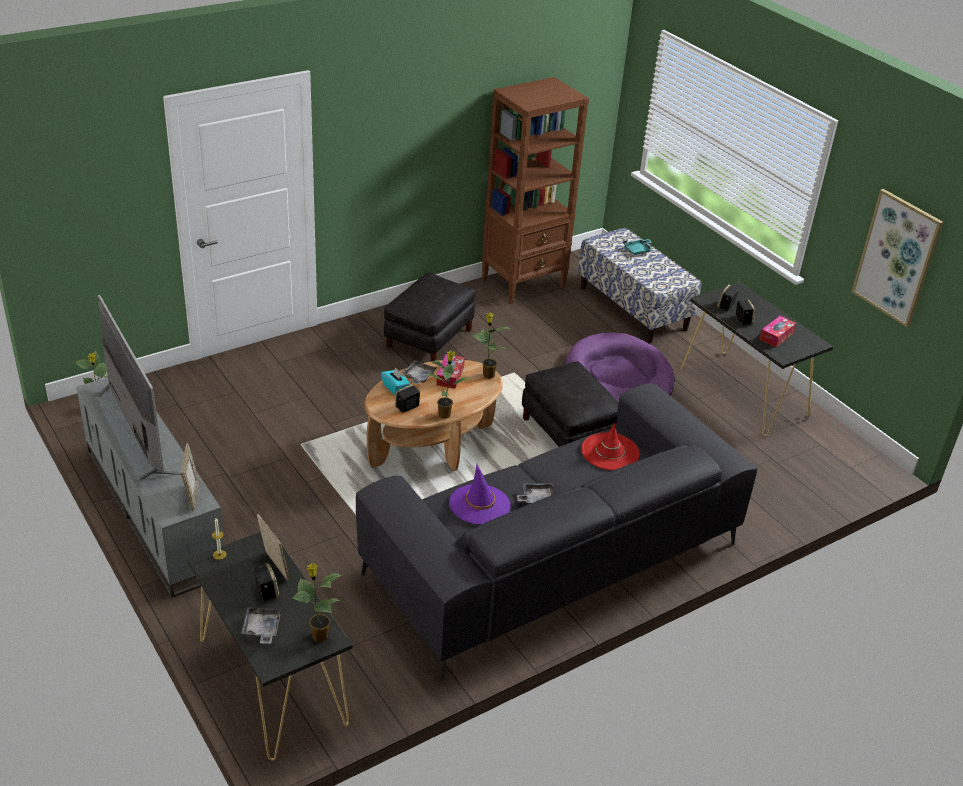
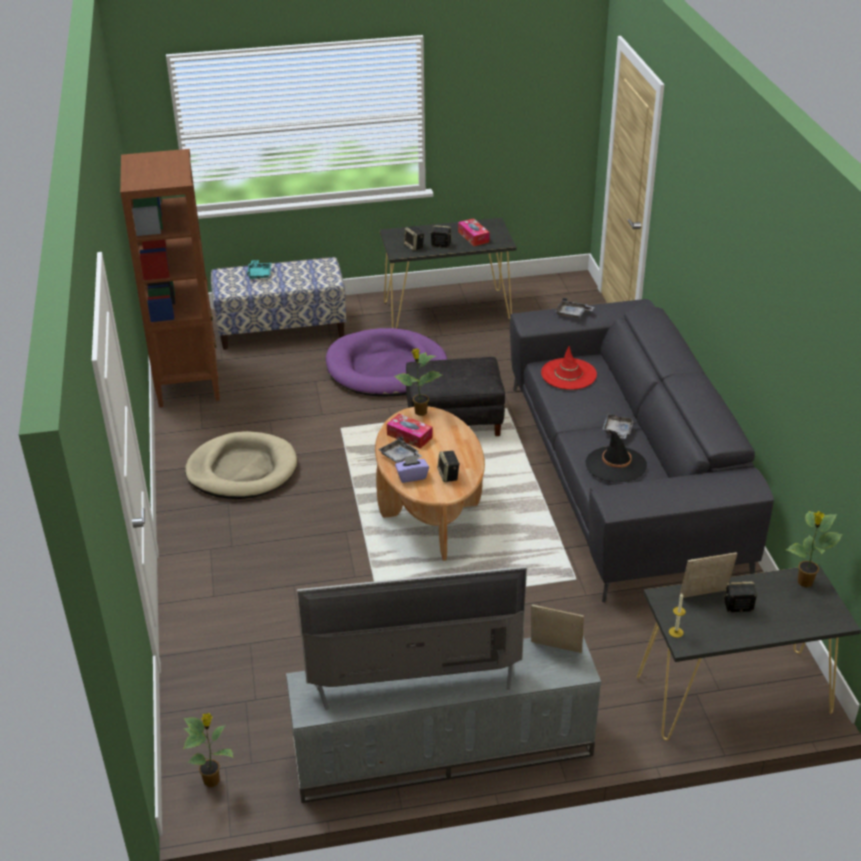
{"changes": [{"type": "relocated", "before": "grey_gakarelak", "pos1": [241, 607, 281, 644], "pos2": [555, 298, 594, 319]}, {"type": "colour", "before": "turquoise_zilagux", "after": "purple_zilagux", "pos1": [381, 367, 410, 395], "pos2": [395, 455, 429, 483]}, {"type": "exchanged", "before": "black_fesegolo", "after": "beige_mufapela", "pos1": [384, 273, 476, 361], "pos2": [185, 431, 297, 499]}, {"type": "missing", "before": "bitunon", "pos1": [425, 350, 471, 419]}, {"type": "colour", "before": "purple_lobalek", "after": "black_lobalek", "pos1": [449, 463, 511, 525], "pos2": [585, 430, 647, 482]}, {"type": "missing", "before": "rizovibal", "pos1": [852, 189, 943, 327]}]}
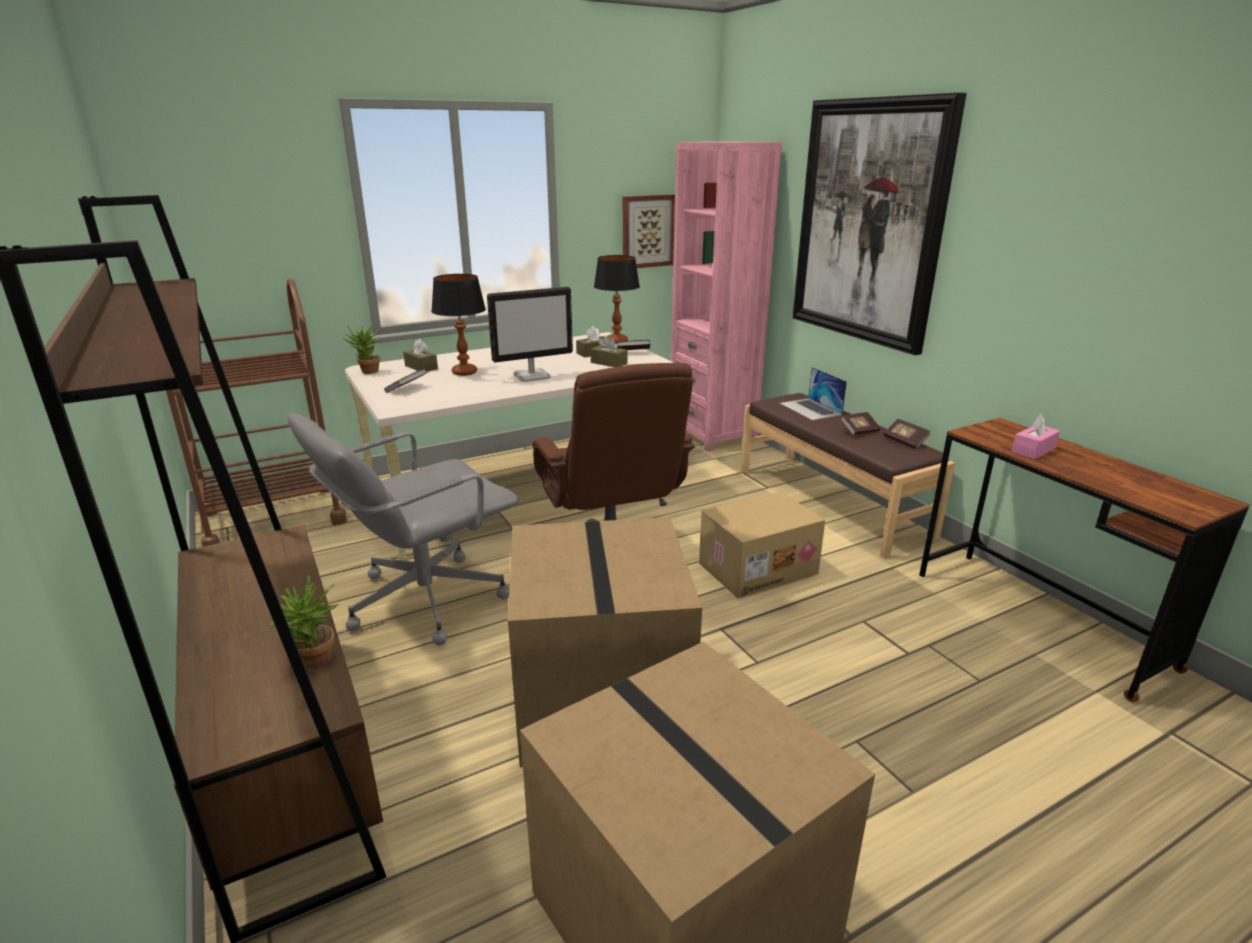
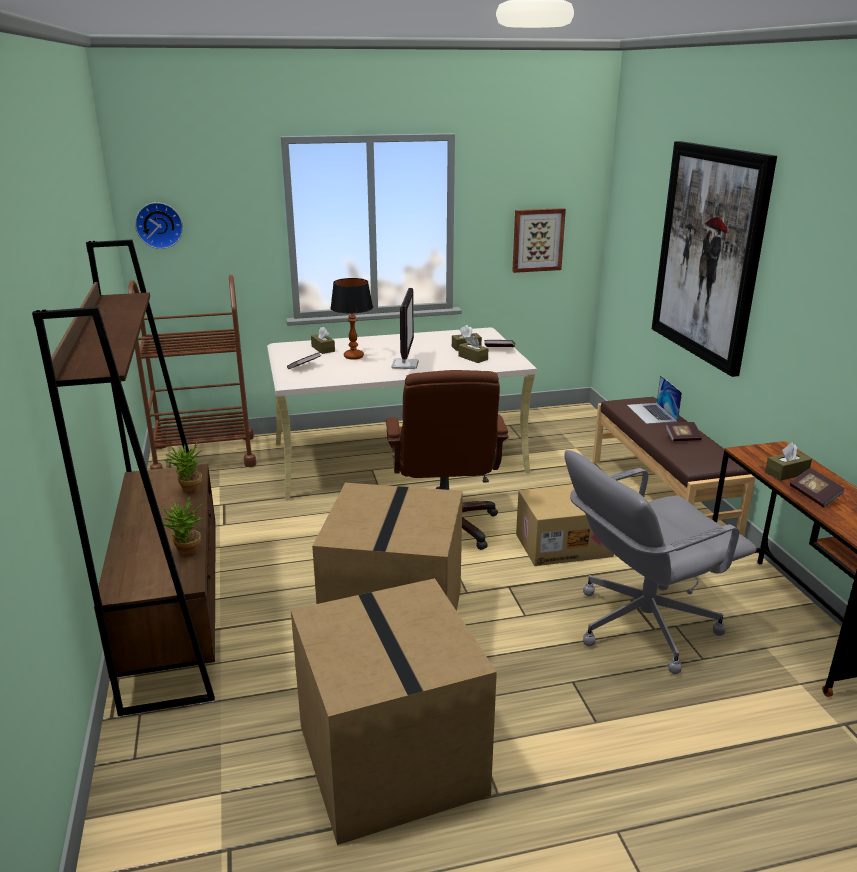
{"changes": [{"type": "relocated", "before": "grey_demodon", "pos1": [288, 413, 519, 645], "pos2": [564, 450, 757, 674]}, {"type": "relocated", "before": "bitunon", "pos1": [343, 324, 380, 374], "pos2": [163, 443, 202, 494]}, {"type": "spun", "before": "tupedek", "pos1": [487, 287, 573, 382], "pos2": [391, 288, 419, 369], "turn": -75}, {"type": "missing", "before": "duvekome", "pos1": [594, 255, 640, 344]}, {"type": "missing", "before": "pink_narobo", "pos1": [671, 141, 782, 452]}, {"type": "relocated", "before": "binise", "pos1": [883, 419, 930, 449], "pos2": [790, 468, 845, 507]}, {"type": "colour", "before": "pink_zilagux", "after": "brown_zilagux", "pos1": [1012, 414, 1060, 459], "pos2": [765, 443, 812, 481]}, {"type": "appeared", "after": "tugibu", "pos2": [135, 202, 183, 249]}]}
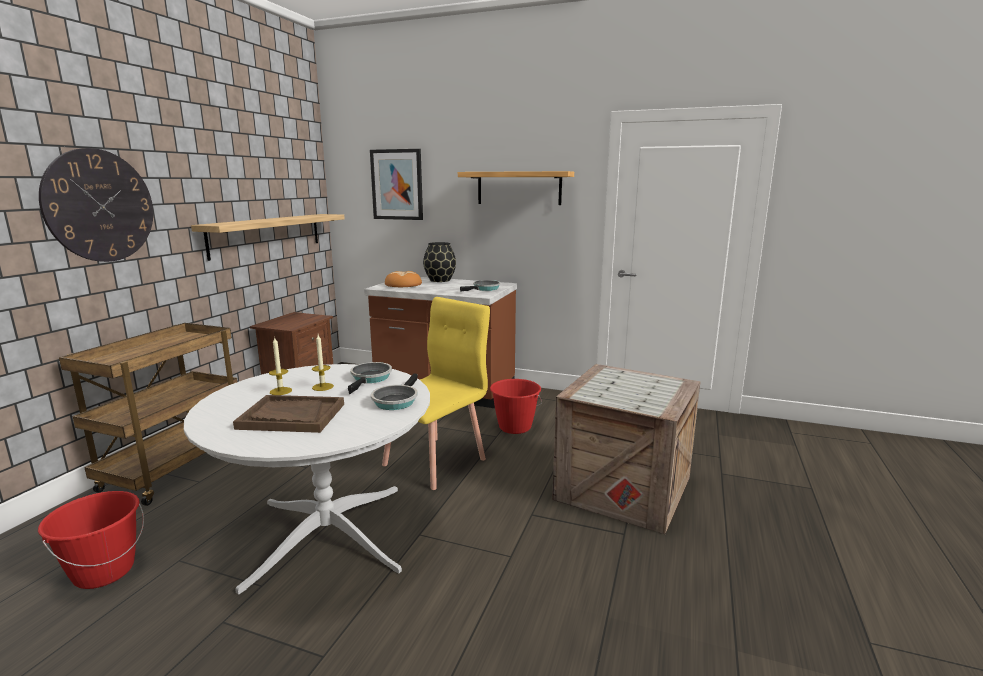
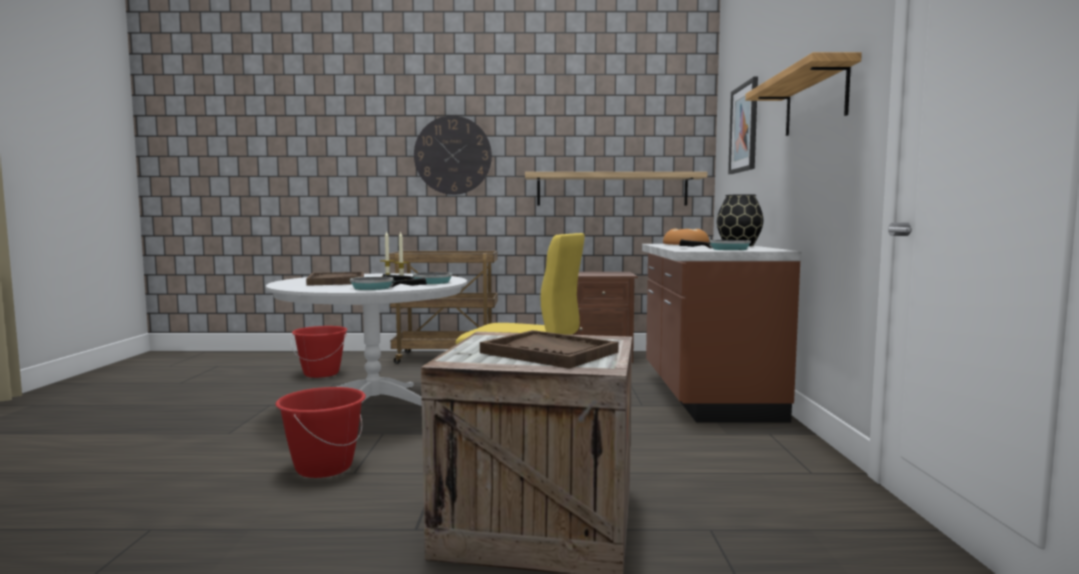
{"changes": [{"type": "relocated", "before": "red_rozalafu", "pos1": [490, 379, 542, 434], "pos2": [276, 387, 366, 478]}, {"type": "appeared", "after": "brown_gakarelak", "pos2": [480, 330, 618, 369]}]}
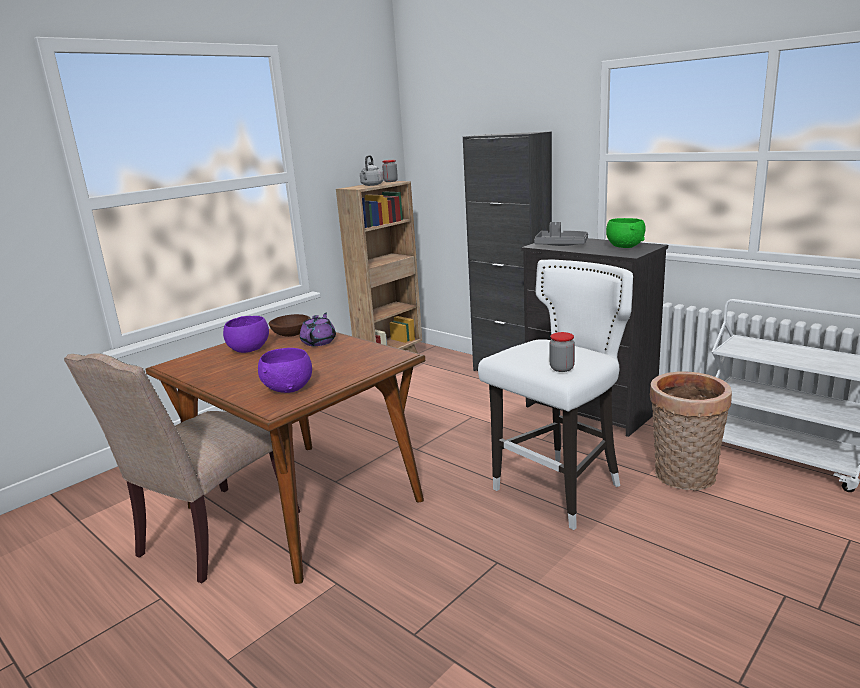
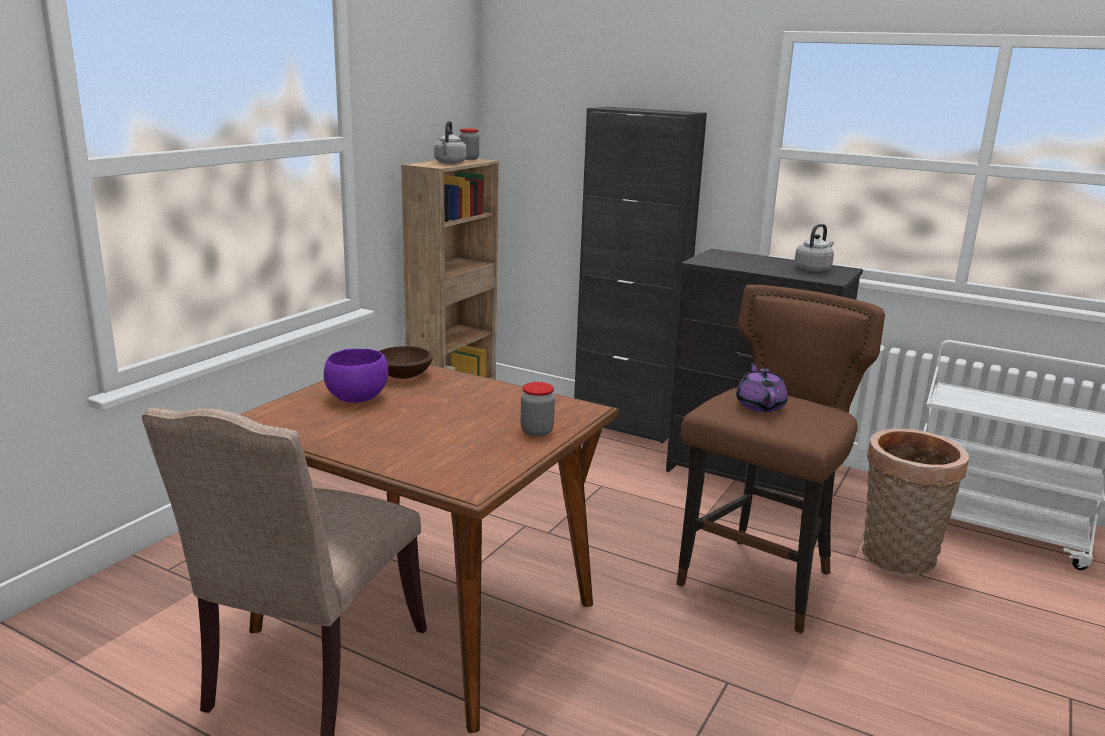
{"changes": [{"type": "missing", "before": "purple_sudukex", "pos1": [258, 348, 312, 393]}, {"type": "relocated", "before": "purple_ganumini", "pos1": [300, 312, 336, 346], "pos2": [736, 363, 788, 412]}, {"type": "colour", "before": "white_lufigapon", "after": "brown_lufigapon", "pos1": [478, 260, 633, 530], "pos2": [677, 285, 885, 634]}, {"type": "missing", "before": "grey_gakarelak", "pos1": [534, 222, 588, 246]}, {"type": "relocated", "before": "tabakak", "pos1": [549, 332, 575, 372], "pos2": [521, 382, 555, 437]}, {"type": "exchanged", "before": "green_sudukex", "after": "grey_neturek", "pos1": [606, 218, 646, 248], "pos2": [794, 224, 834, 272]}]}
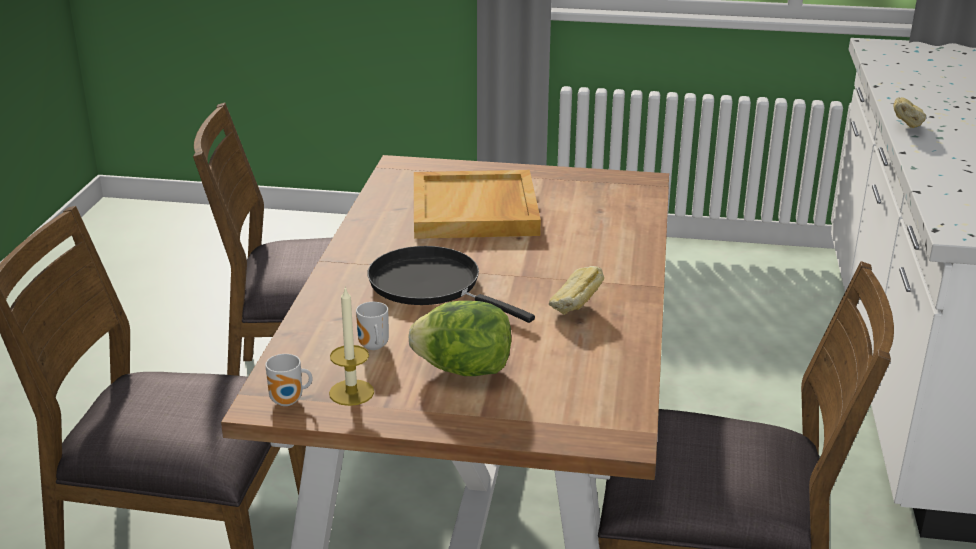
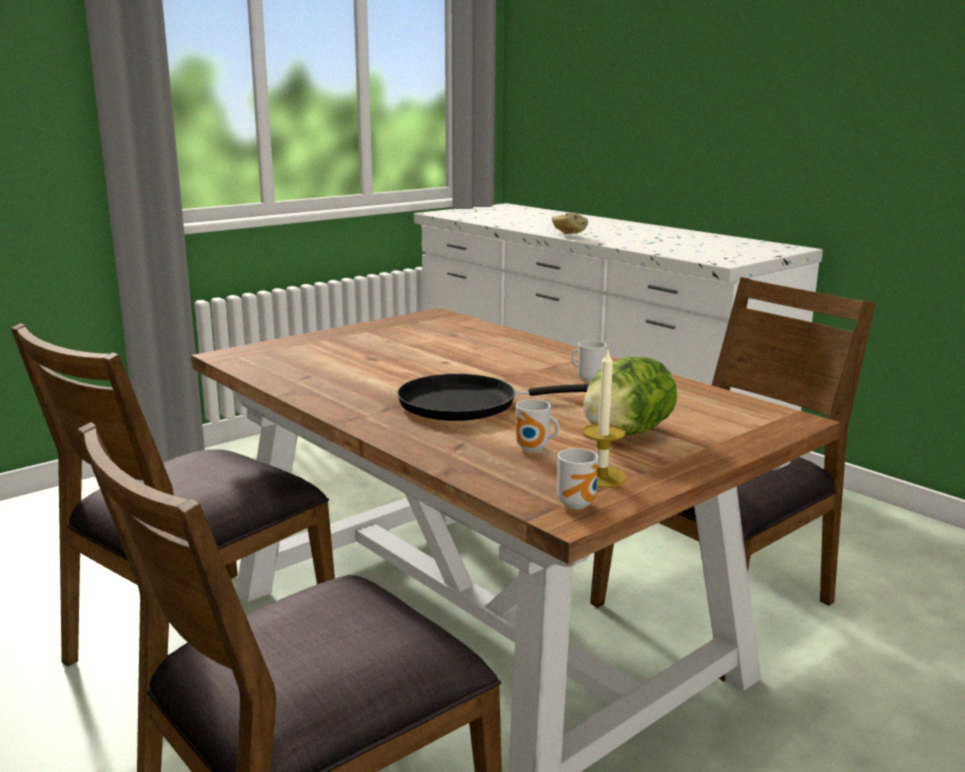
{"changes": [{"type": "missing", "before": "beige_gakarelak", "pos1": [414, 170, 541, 239]}, {"type": "exchanged", "before": "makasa", "after": "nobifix", "pos1": [549, 266, 604, 315], "pos2": [571, 340, 607, 382]}]}
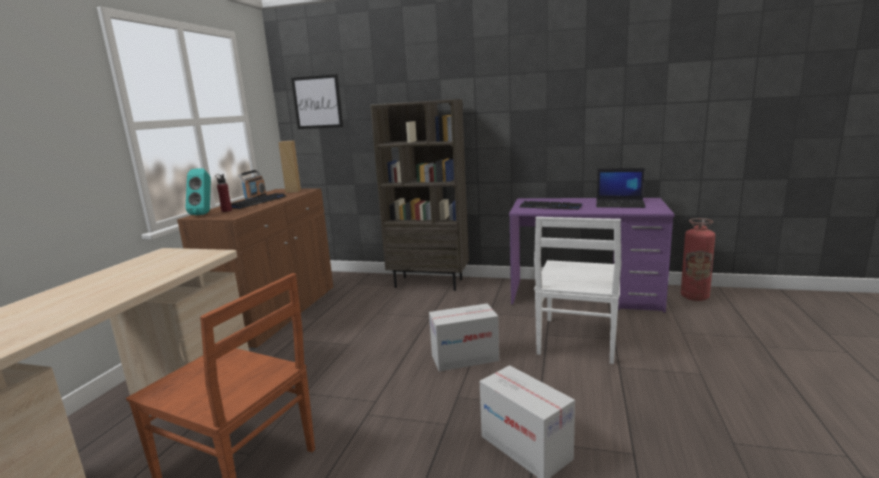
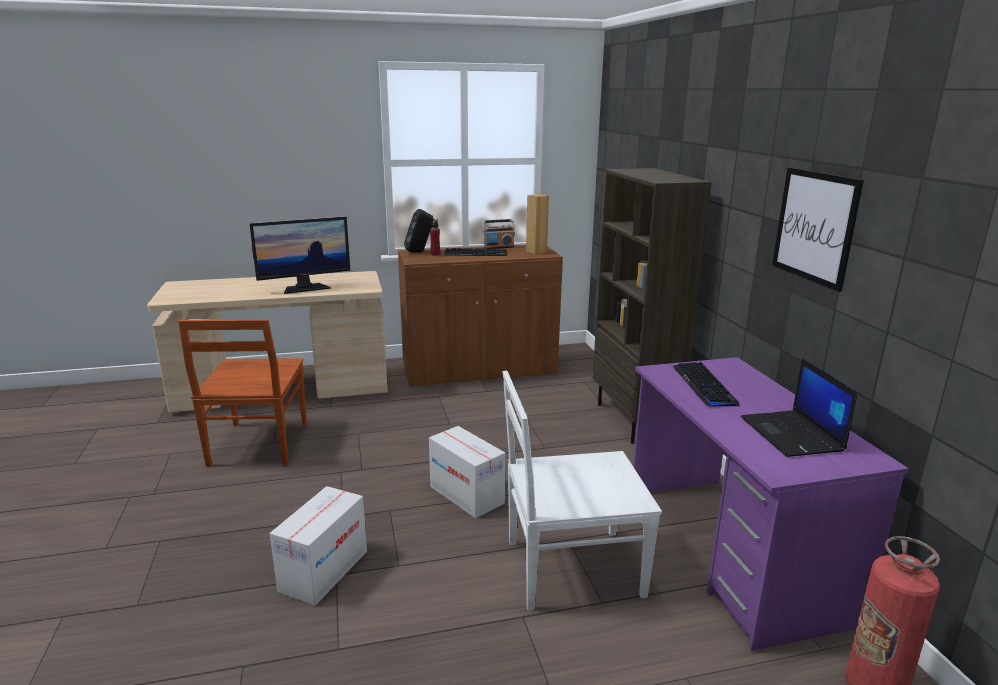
{"changes": [{"type": "colour", "before": "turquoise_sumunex", "after": "black_sumunex", "pos1": [185, 168, 211, 215], "pos2": [404, 209, 434, 252]}, {"type": "relocated", "before": "rizovibal", "pos1": [291, 74, 343, 129], "pos2": [772, 167, 864, 292]}, {"type": "appeared", "after": "tupedek", "pos2": [250, 217, 350, 294]}]}
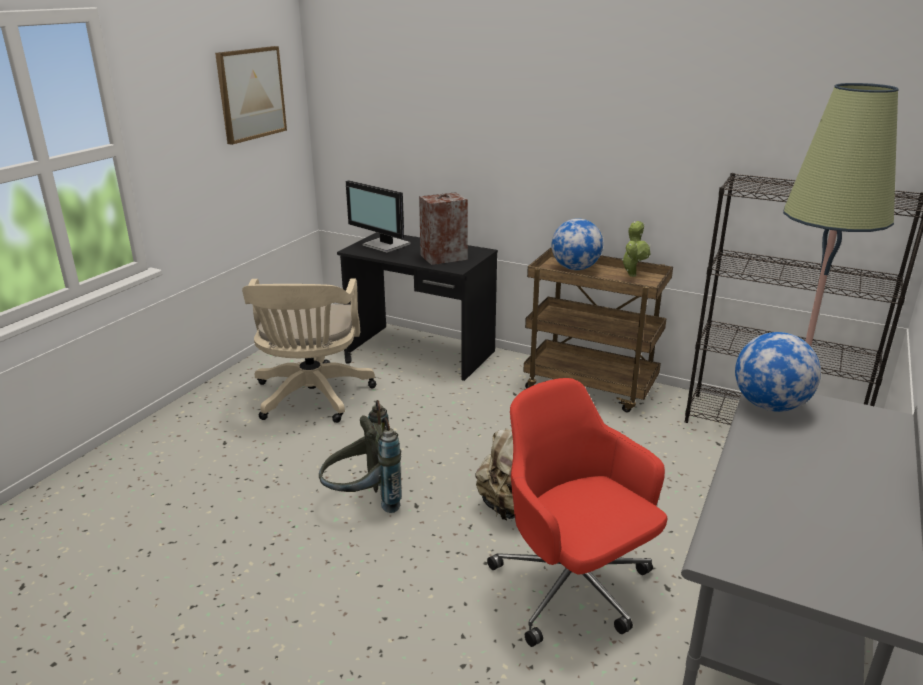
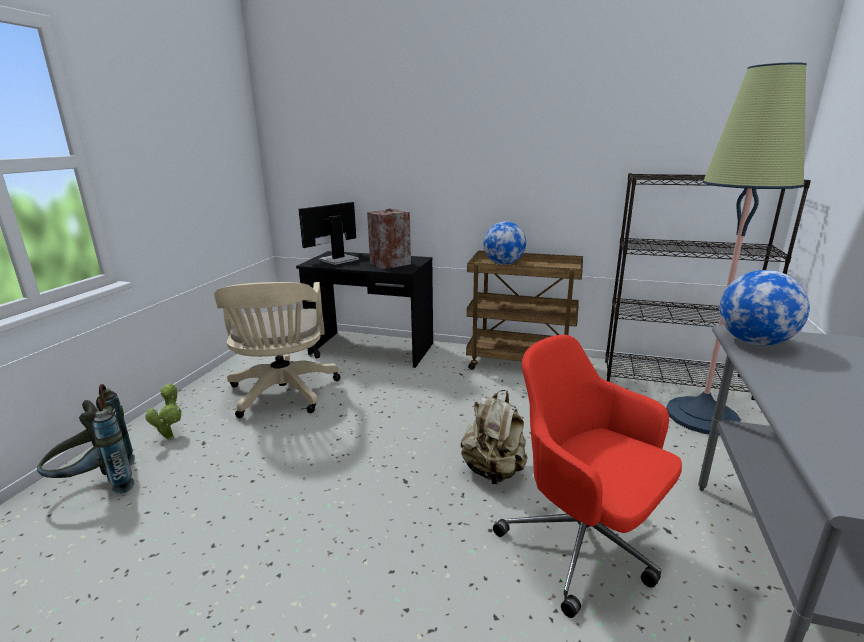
{"changes": [{"type": "missing", "before": "rizovibal", "pos1": [215, 46, 287, 145]}, {"type": "relocated", "before": "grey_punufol", "pos1": [319, 400, 402, 513], "pos2": [37, 384, 135, 494]}, {"type": "spun", "before": "tupedek", "pos1": [346, 180, 411, 253], "pos2": [298, 202, 359, 265], "turn": 105}, {"type": "relocated", "before": "bitunon", "pos1": [621, 221, 650, 277], "pos2": [145, 384, 182, 440]}]}
